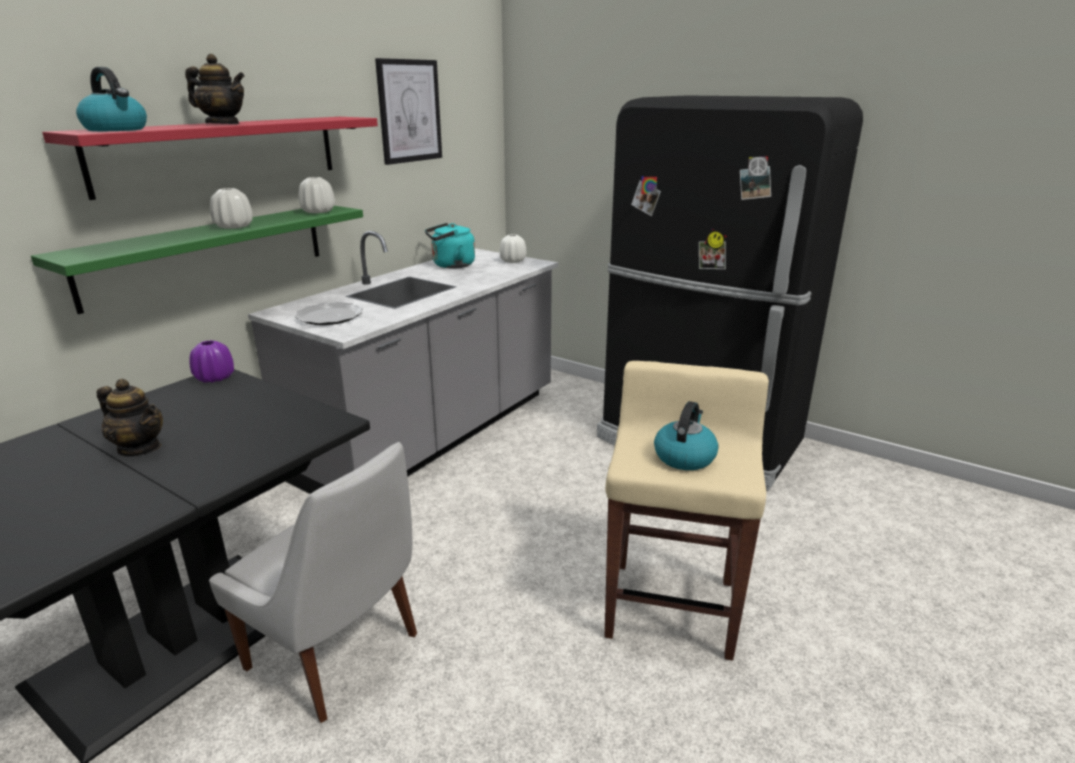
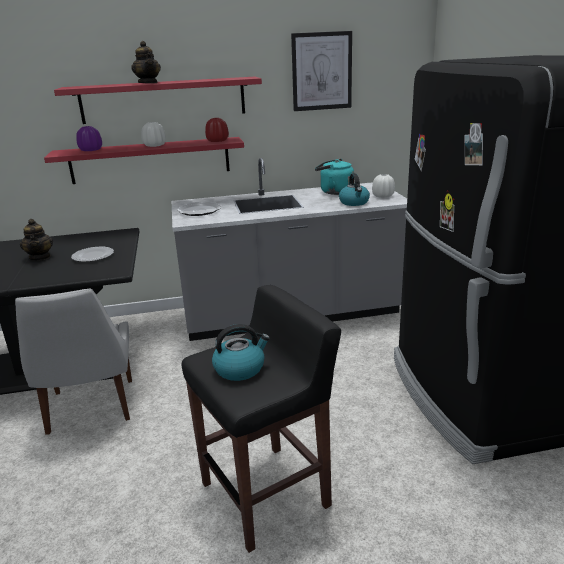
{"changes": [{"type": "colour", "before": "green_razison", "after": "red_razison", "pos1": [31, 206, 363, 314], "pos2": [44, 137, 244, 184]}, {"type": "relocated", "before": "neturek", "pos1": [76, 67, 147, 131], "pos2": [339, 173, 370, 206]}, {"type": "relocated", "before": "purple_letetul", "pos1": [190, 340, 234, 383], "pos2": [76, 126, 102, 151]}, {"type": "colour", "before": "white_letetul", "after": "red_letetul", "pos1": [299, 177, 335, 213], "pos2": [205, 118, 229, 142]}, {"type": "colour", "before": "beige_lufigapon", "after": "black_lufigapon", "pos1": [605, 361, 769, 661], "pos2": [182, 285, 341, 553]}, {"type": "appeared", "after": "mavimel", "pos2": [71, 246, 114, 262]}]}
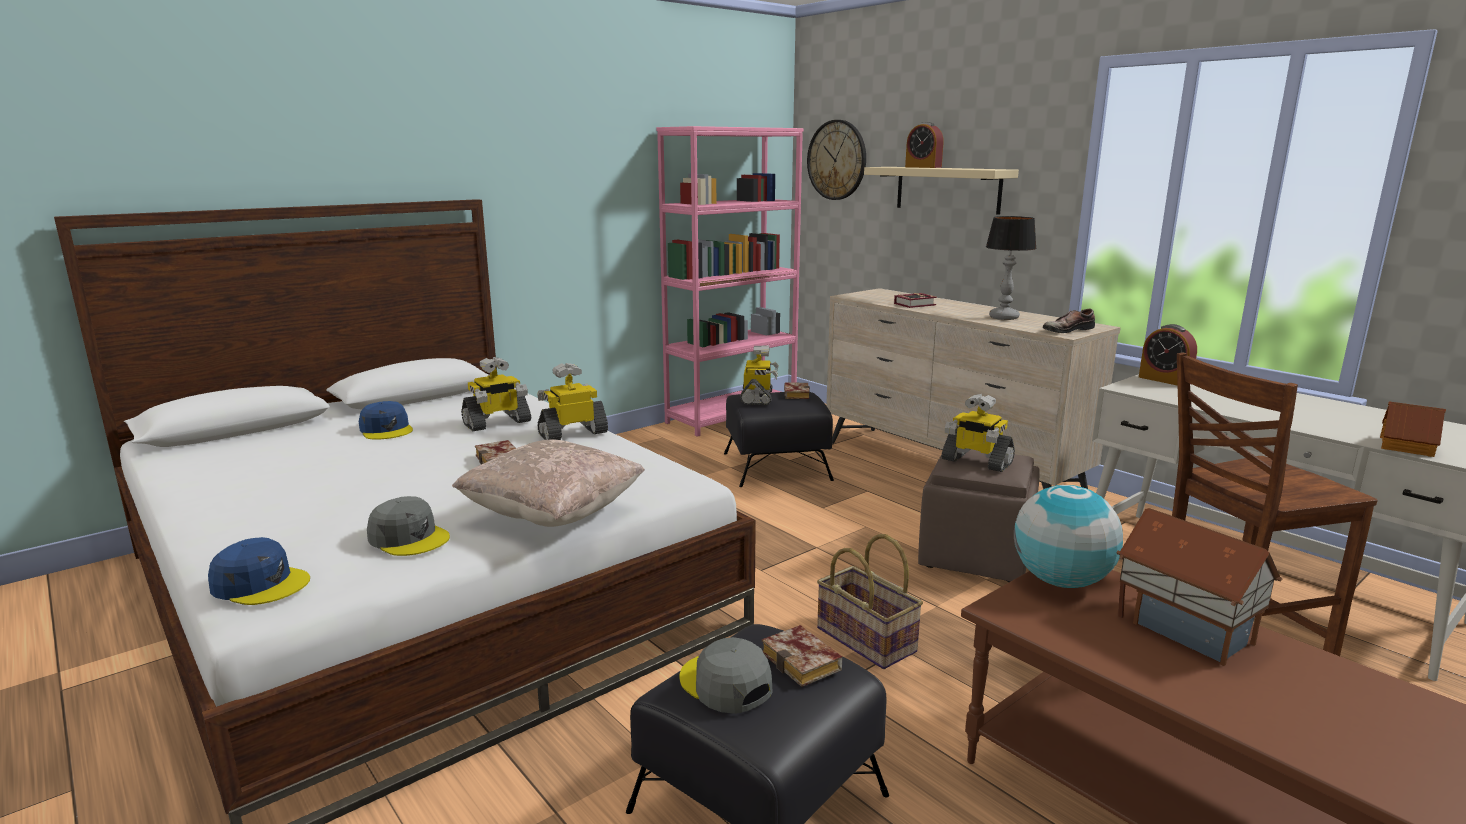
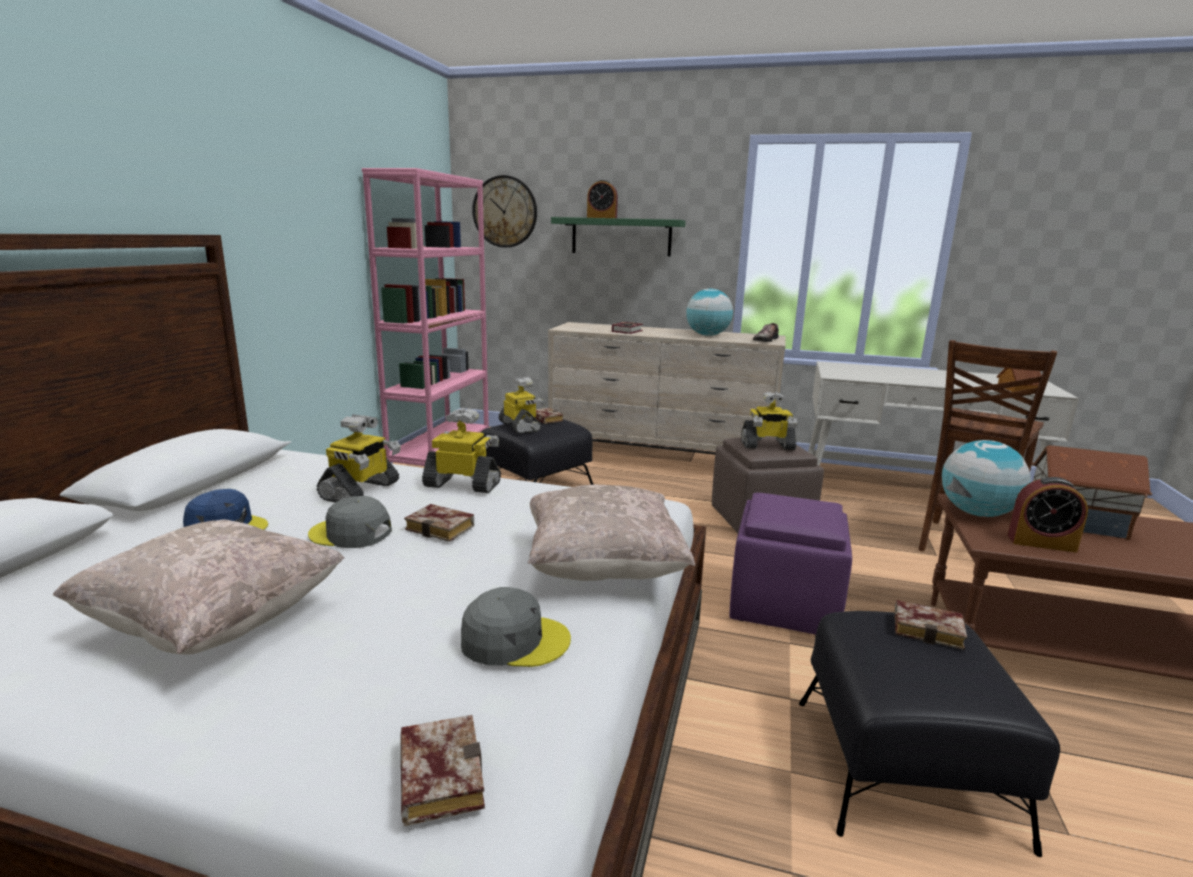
{"changes": [{"type": "exchanged", "before": "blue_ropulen", "after": "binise", "pos1": [208, 537, 310, 605], "pos2": [401, 715, 485, 826]}, {"type": "spun", "before": "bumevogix", "pos1": [537, 363, 608, 440], "pos2": [422, 408, 501, 493], "turn": 75}, {"type": "relocated", "before": "grey_ropulen", "pos1": [680, 637, 773, 714], "pos2": [308, 496, 392, 548]}, {"type": "exchanged", "before": "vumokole", "after": "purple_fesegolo", "pos1": [817, 534, 923, 669], "pos2": [730, 493, 852, 635]}, {"type": "colour", "before": "beige_razison", "after": "green_razison", "pos1": [864, 167, 1019, 215], "pos2": [551, 217, 686, 256]}, {"type": "exchanged", "before": "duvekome", "after": "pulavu", "pos1": [986, 216, 1037, 320], "pos2": [686, 289, 733, 336]}, {"type": "relocated", "before": "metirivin", "pos1": [1139, 324, 1197, 386], "pos2": [1008, 477, 1088, 553]}, {"type": "appeared", "after": "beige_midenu", "pos2": [53, 520, 345, 655]}]}
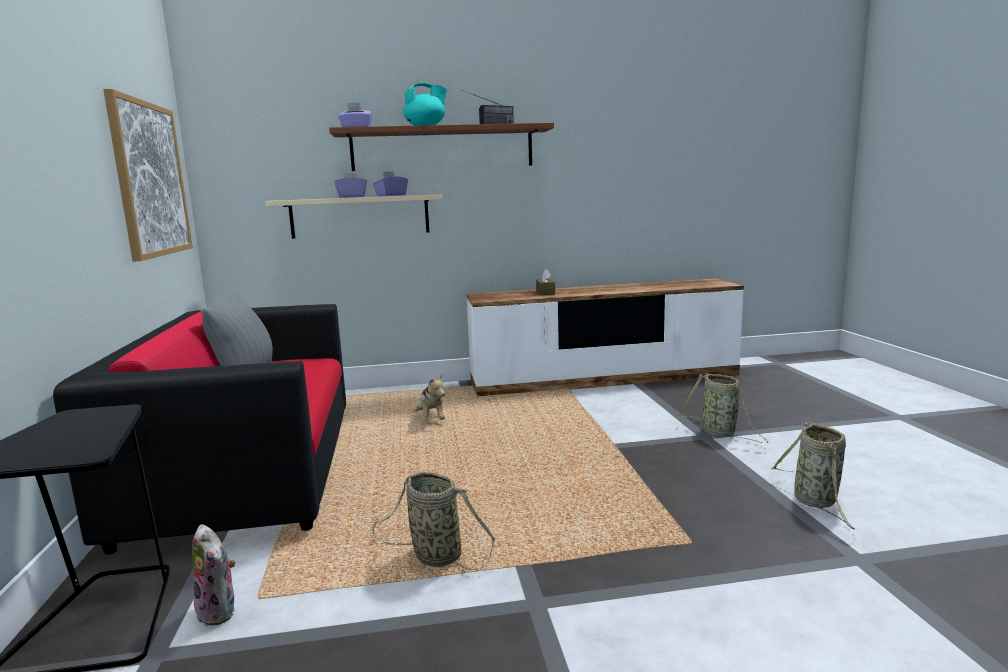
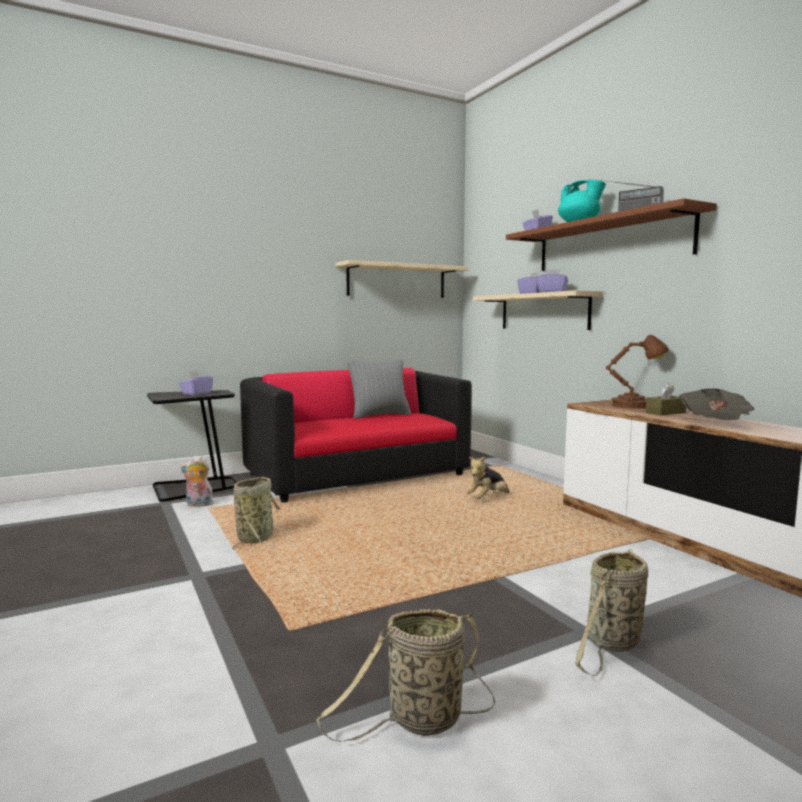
{"changes": [{"type": "exchanged", "before": "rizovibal", "after": "beige_razison", "pos1": [103, 89, 193, 262], "pos2": [335, 260, 469, 298]}, {"type": "spun", "before": "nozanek", "pos1": [192, 524, 235, 626], "pos2": [180, 456, 213, 507], "turn": 60}, {"type": "appeared", "after": "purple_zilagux", "pos2": [179, 370, 213, 395]}, {"type": "appeared", "after": "brown_duvekome", "pos2": [606, 335, 669, 409]}, {"type": "appeared", "after": "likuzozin", "pos2": [678, 388, 754, 420]}]}
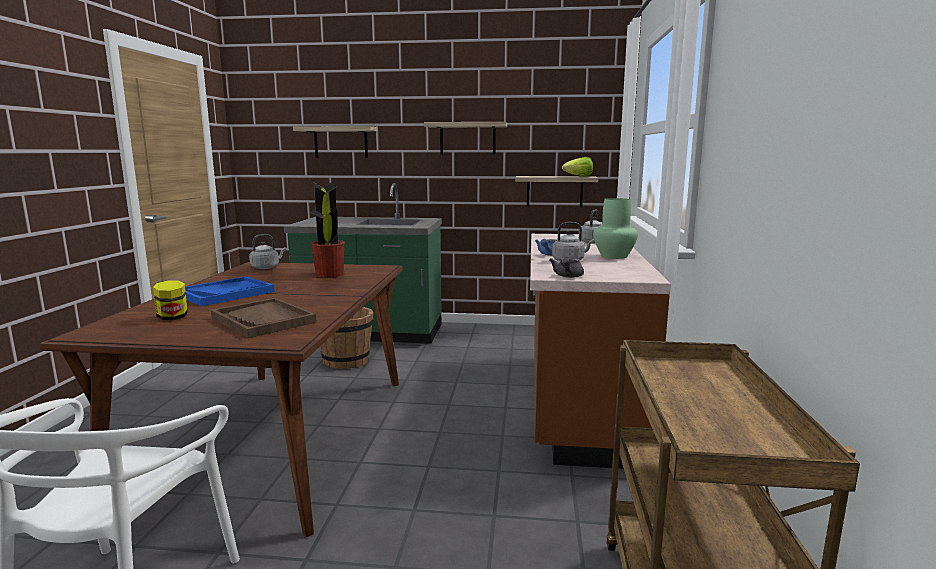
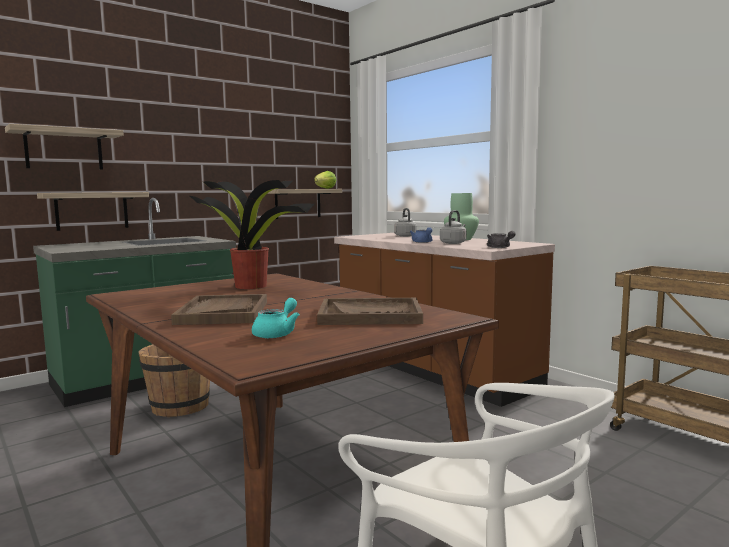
{"changes": [{"type": "exchanged", "before": "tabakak", "after": "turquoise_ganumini", "pos1": [153, 280, 188, 320], "pos2": [252, 298, 300, 339]}, {"type": "colour", "before": "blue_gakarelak", "after": "brown_gakarelak", "pos1": [185, 276, 274, 306], "pos2": [171, 294, 267, 325]}, {"type": "missing", "before": "grey_neturek", "pos1": [249, 234, 286, 269]}, {"type": "relocated", "before": "razison", "pos1": [424, 122, 507, 155], "pos2": [37, 192, 149, 231]}]}
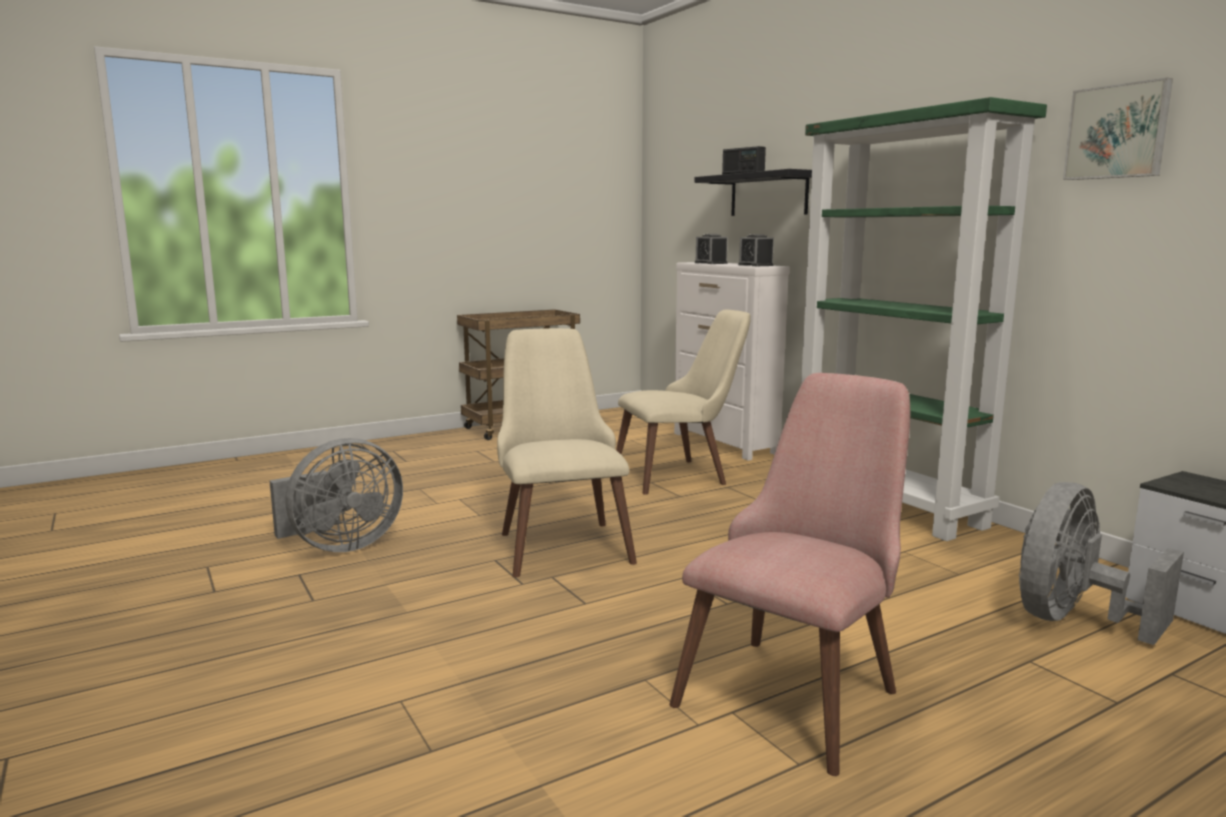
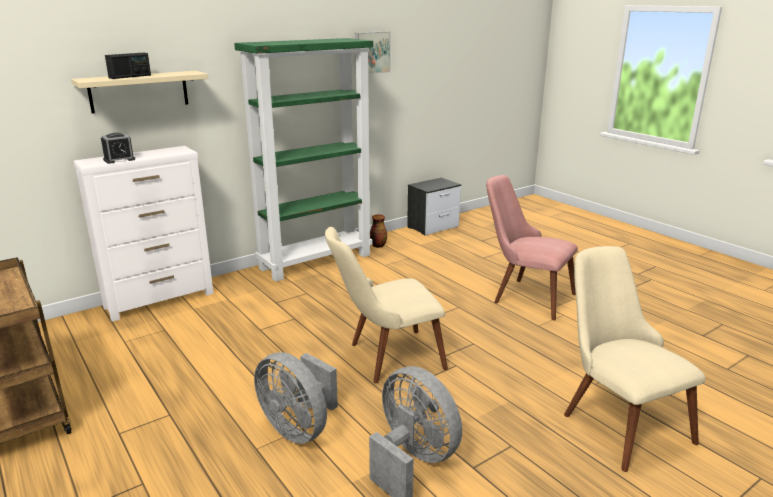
{"changes": [{"type": "relocated", "before": "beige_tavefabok", "pos1": [616, 309, 751, 495], "pos2": [564, 246, 706, 472]}, {"type": "colour", "before": "black_razison", "after": "beige_razison", "pos1": [694, 169, 812, 216], "pos2": [71, 71, 208, 114]}, {"type": "missing", "before": "metirivin", "pos1": [738, 234, 774, 266]}, {"type": "relocated", "before": "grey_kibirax", "pos1": [1019, 482, 1184, 645], "pos2": [254, 352, 338, 444]}, {"type": "appeared", "after": "letetul", "pos2": [370, 214, 387, 248]}]}
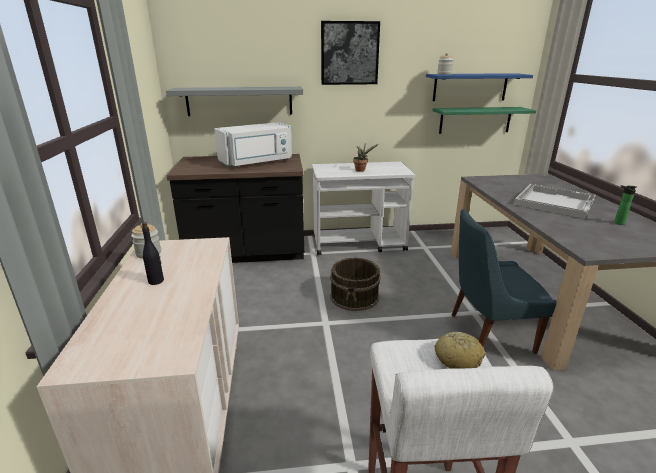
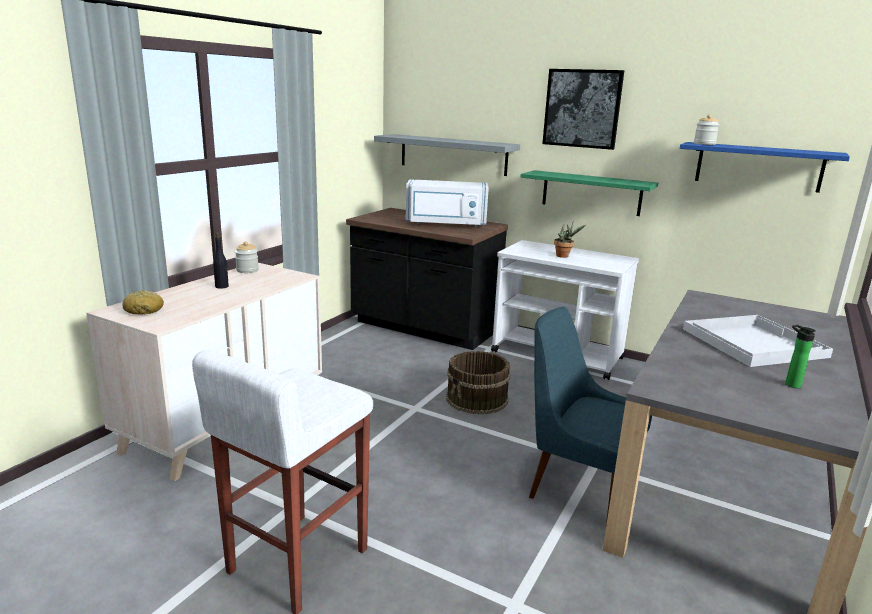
{"changes": [{"type": "relocated", "before": "green_razison", "pos1": [433, 107, 536, 134], "pos2": [520, 170, 658, 216]}, {"type": "relocated", "before": "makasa", "pos1": [434, 332, 485, 369], "pos2": [122, 290, 164, 315]}]}
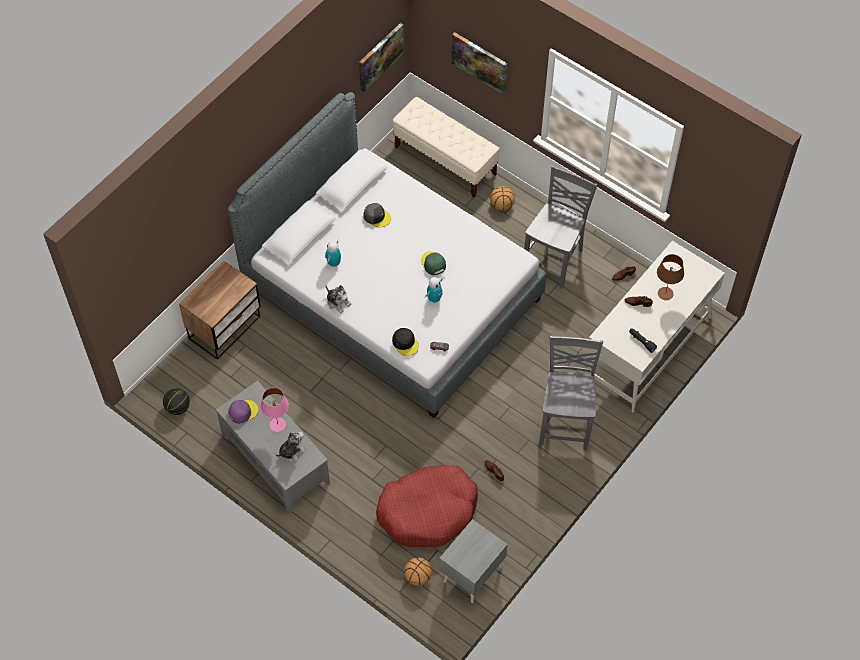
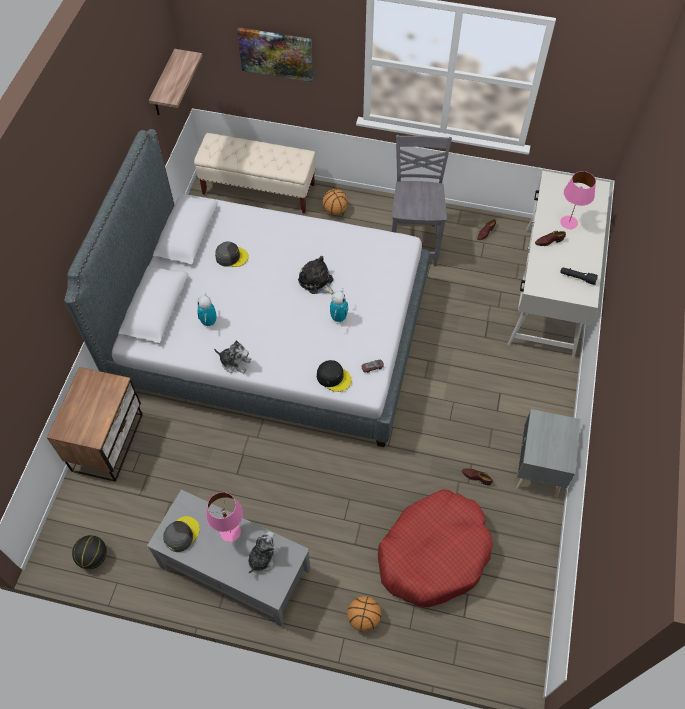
{"changes": [{"type": "colour", "before": "purple_ropulen", "after": "grey_ropulen", "pos1": [228, 400, 258, 424], "pos2": [163, 516, 200, 552]}, {"type": "exchanged", "before": "rizovibal", "after": "razison", "pos1": [359, 23, 404, 92], "pos2": [149, 49, 202, 115]}, {"type": "relocated", "before": "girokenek", "pos1": [404, 557, 432, 585], "pos2": [347, 596, 381, 632]}, {"type": "exchanged", "before": "green_ropulen", "after": "nozanek", "pos1": [421, 251, 446, 275], "pos2": [298, 256, 334, 295]}, {"type": "relocated", "before": "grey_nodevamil", "pos1": [439, 519, 508, 603], "pos2": [516, 409, 581, 497]}, {"type": "missing", "before": "grey_tavefabok", "pos1": [539, 336, 603, 451]}, {"type": "colour", "before": "brown_duvekome", "after": "pink_duvekome", "pos1": [657, 254, 684, 300], "pos2": [560, 171, 596, 229]}]}
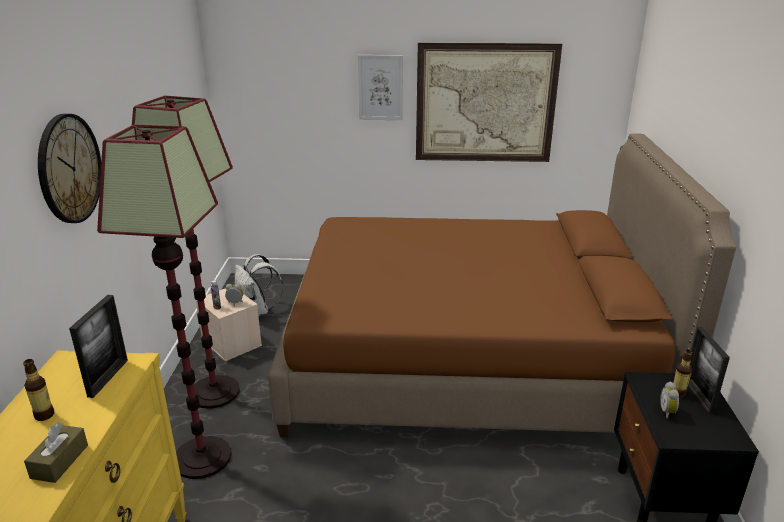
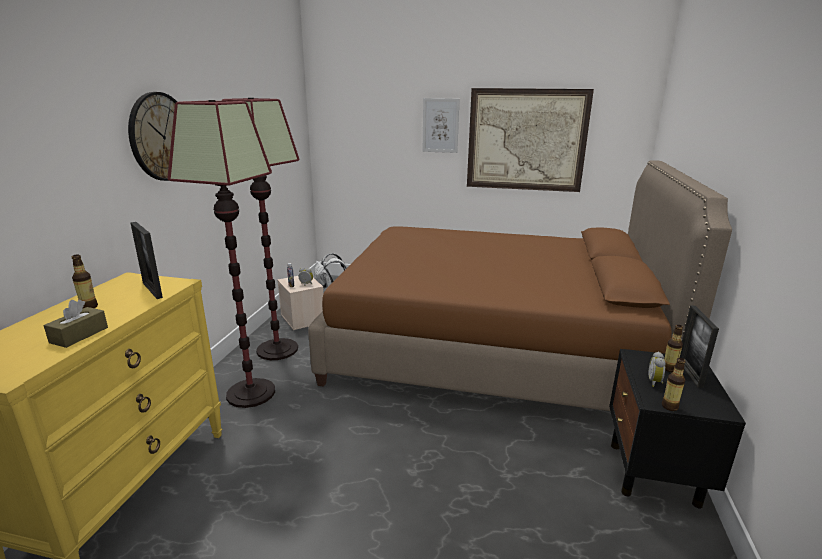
{"changes": [{"type": "spun", "before": "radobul", "pos1": [69, 295, 128, 398], "pos2": [130, 222, 163, 299], "turn": 120}, {"type": "appeared", "after": "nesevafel", "pos2": [662, 358, 686, 411]}]}
